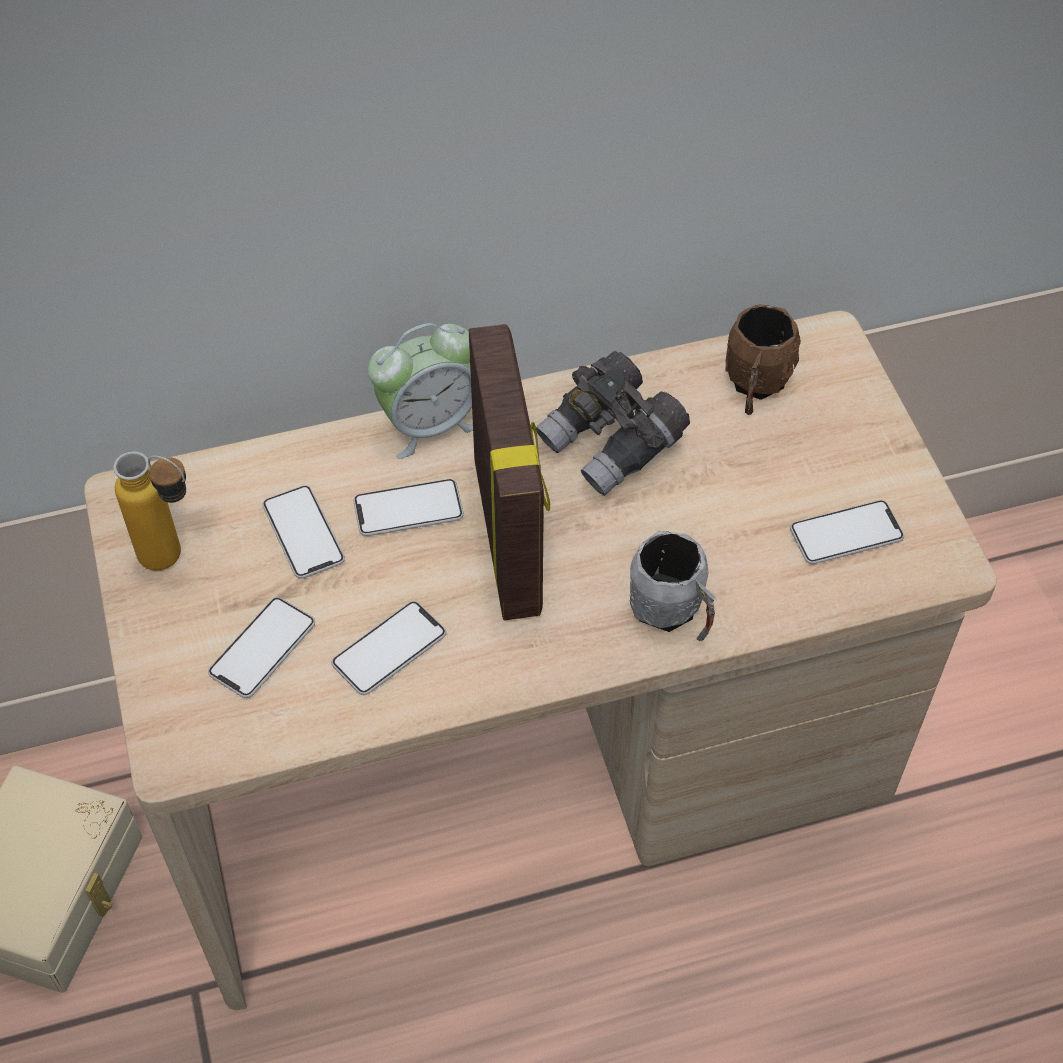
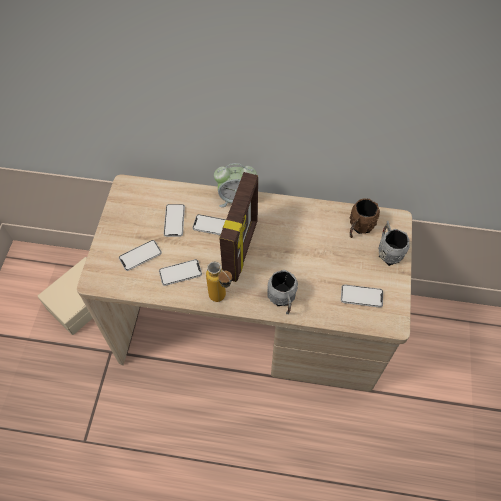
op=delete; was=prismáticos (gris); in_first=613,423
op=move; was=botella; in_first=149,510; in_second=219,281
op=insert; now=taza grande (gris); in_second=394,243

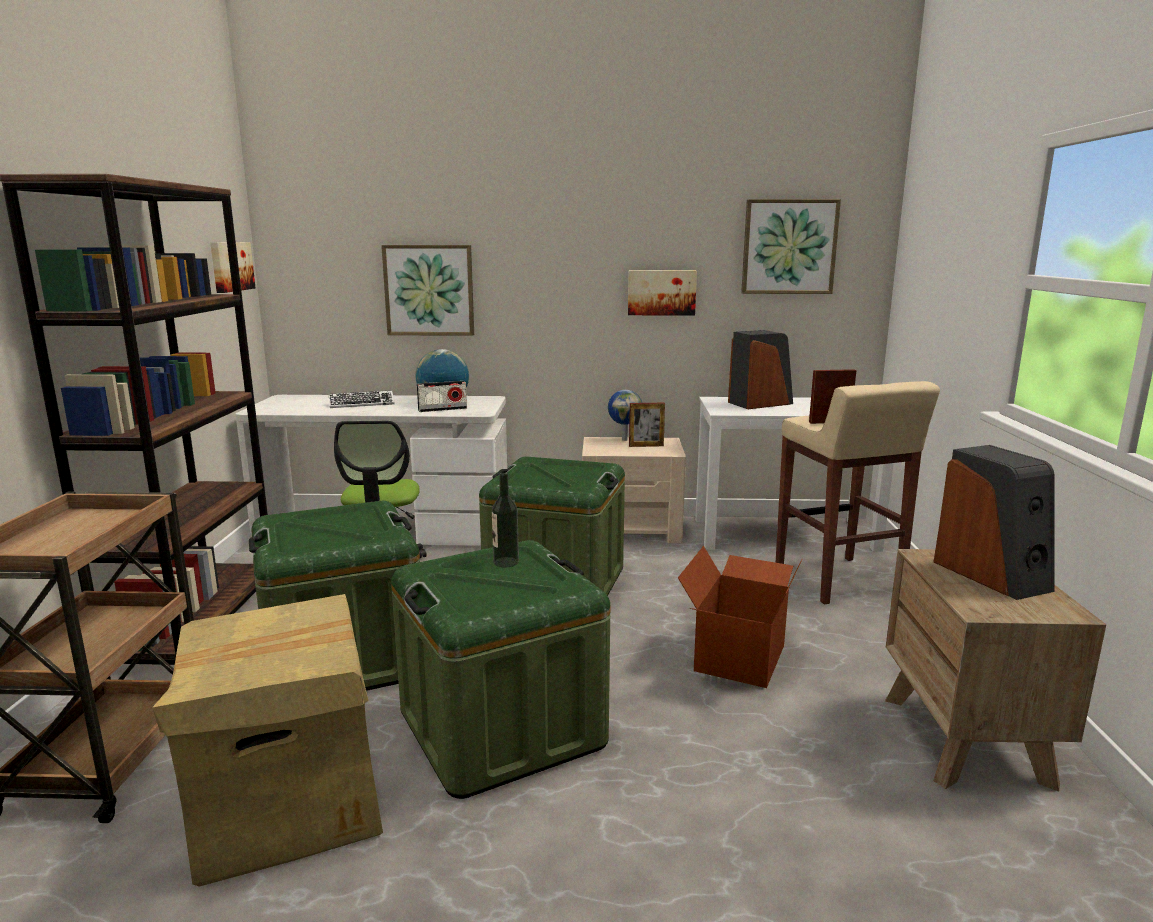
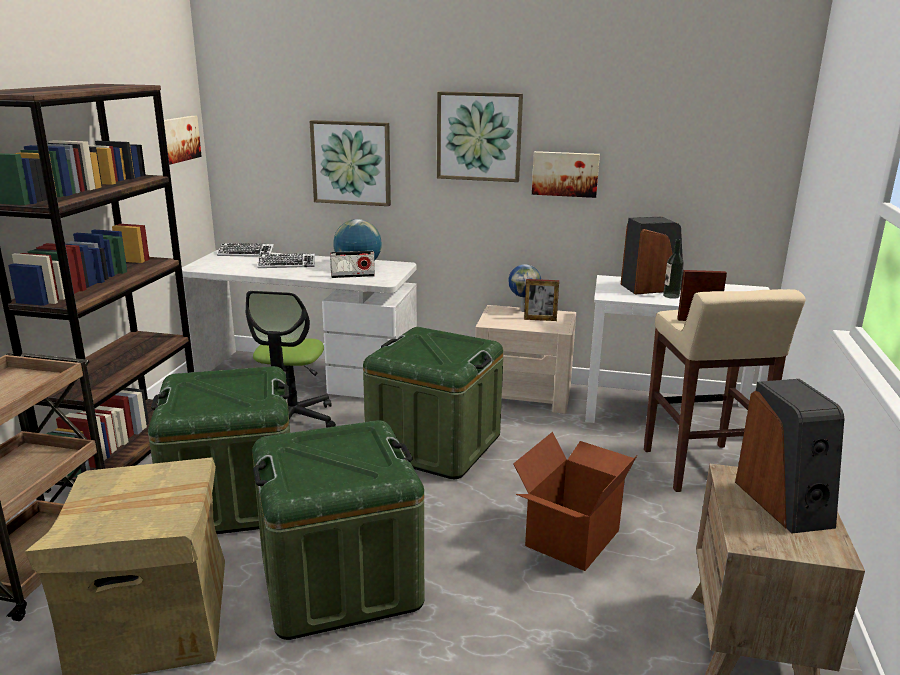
op=move; was=cuadro; in_first=791,246; in_second=480,136
op=move; was=botella; in_first=505,519; in_second=673,269
op=insert; now=teclado; in_second=245,250

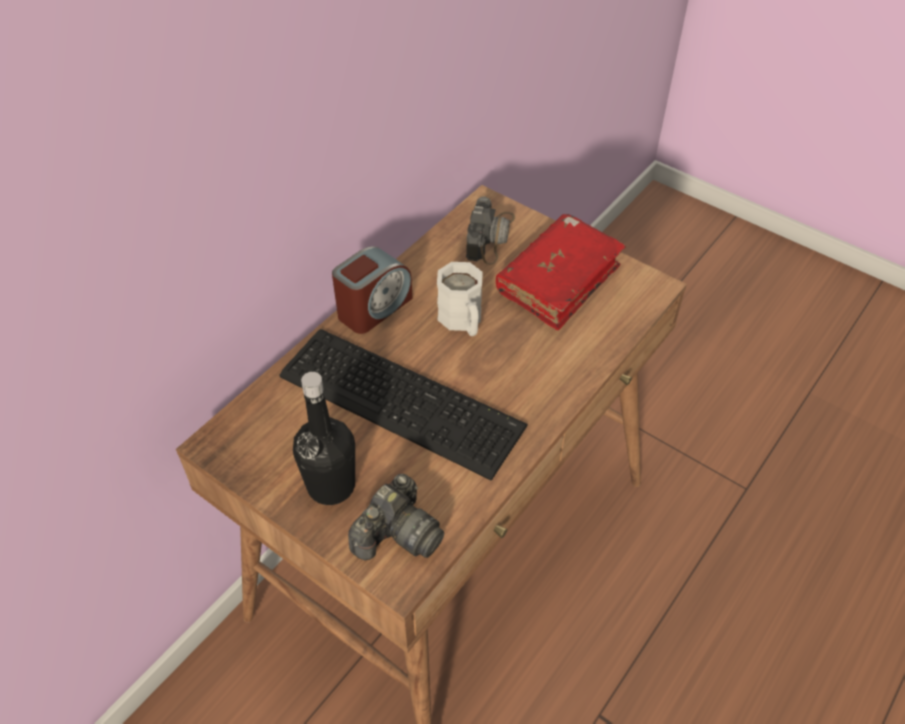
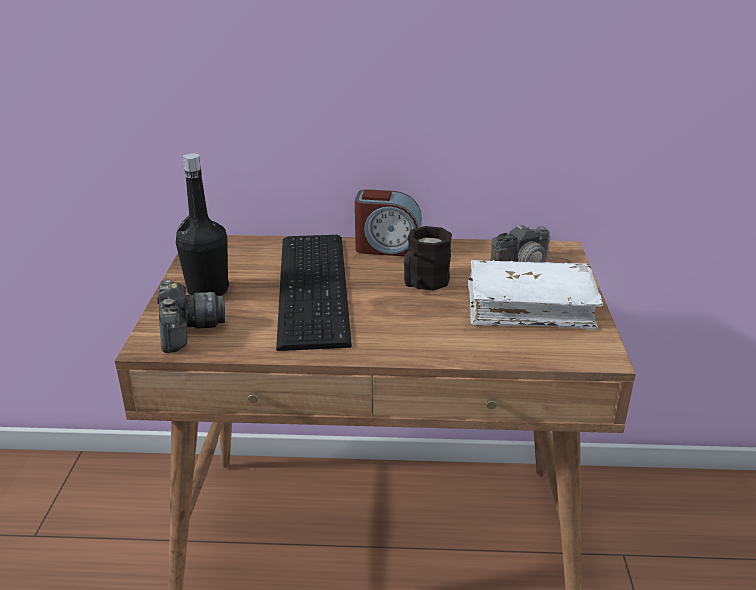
op=recolor; was=libro (rojo); now=libro (blanco); in_first=561,272; in_second=535,295
op=recolor; was=taza grande (blanco); now=taza grande (negro); in_first=460,299; in_second=428,258
op=rotate; was=cámara; in_first=396,517; in_second=191,316; clockwise=-105

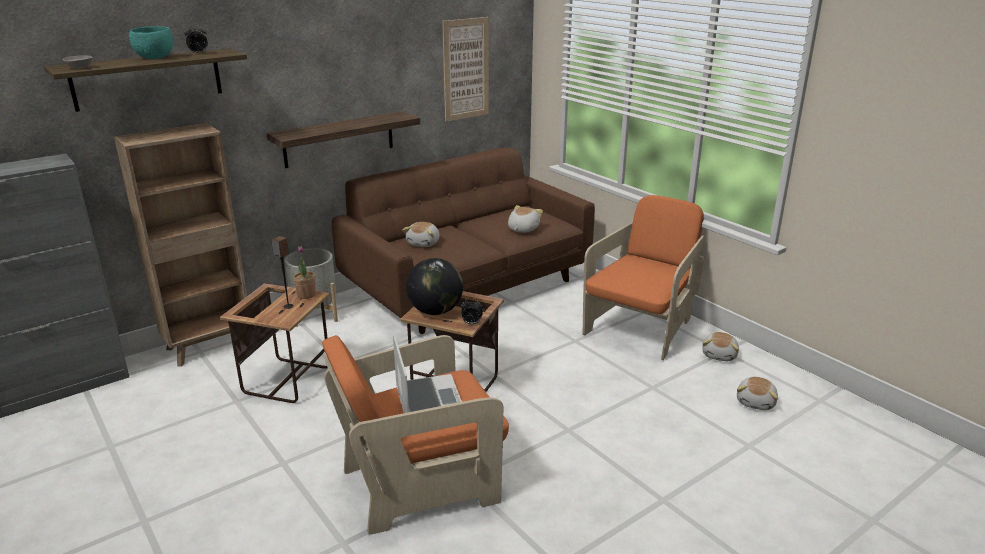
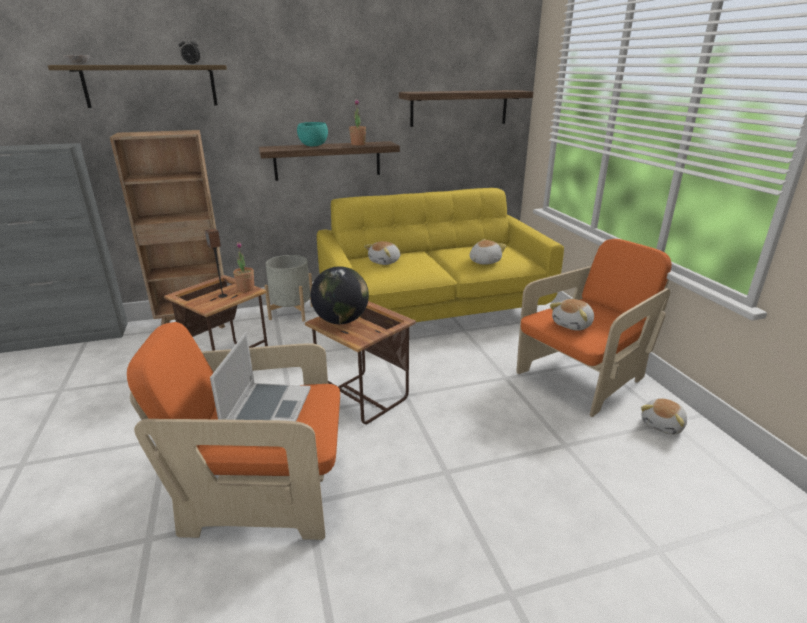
op=replace; was=cuadro; now=estante; in_first=465,69; in_second=466,108
op=move; was=cuenco (turquesa); in_first=151,42; in_second=312,134
op=recolor; was=sofá (marrón); now=sofá (amarillo); in_first=463,240; in_second=440,255
op=delete; was=despertador; in_first=472,311
op=move; was=peluche; in_first=757,393; in_second=572,315
op=insert; now=planta en maceta; in_second=357,122

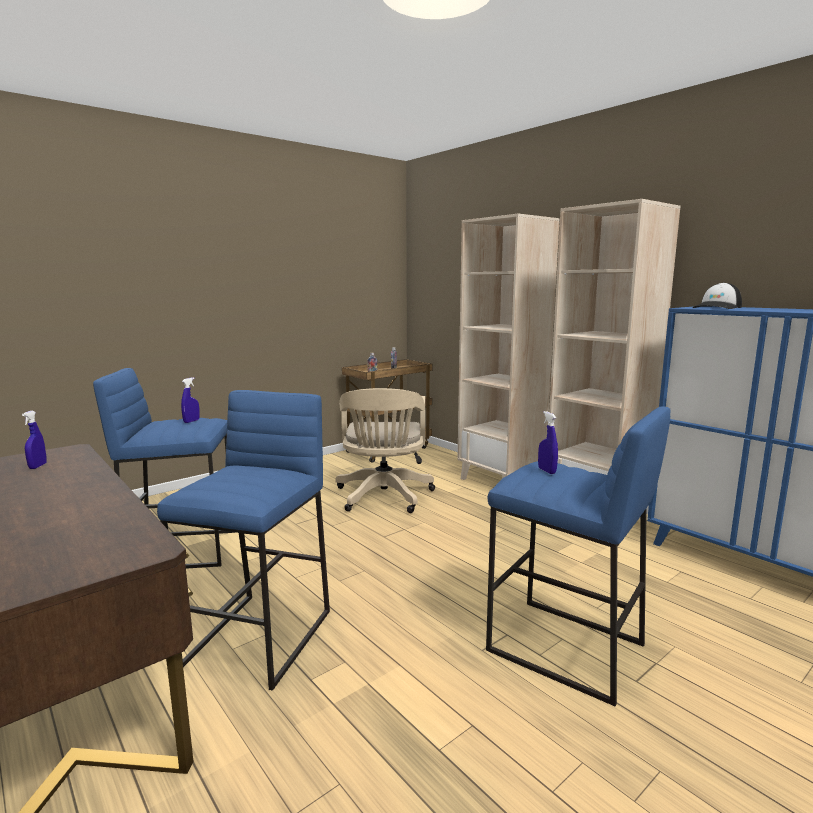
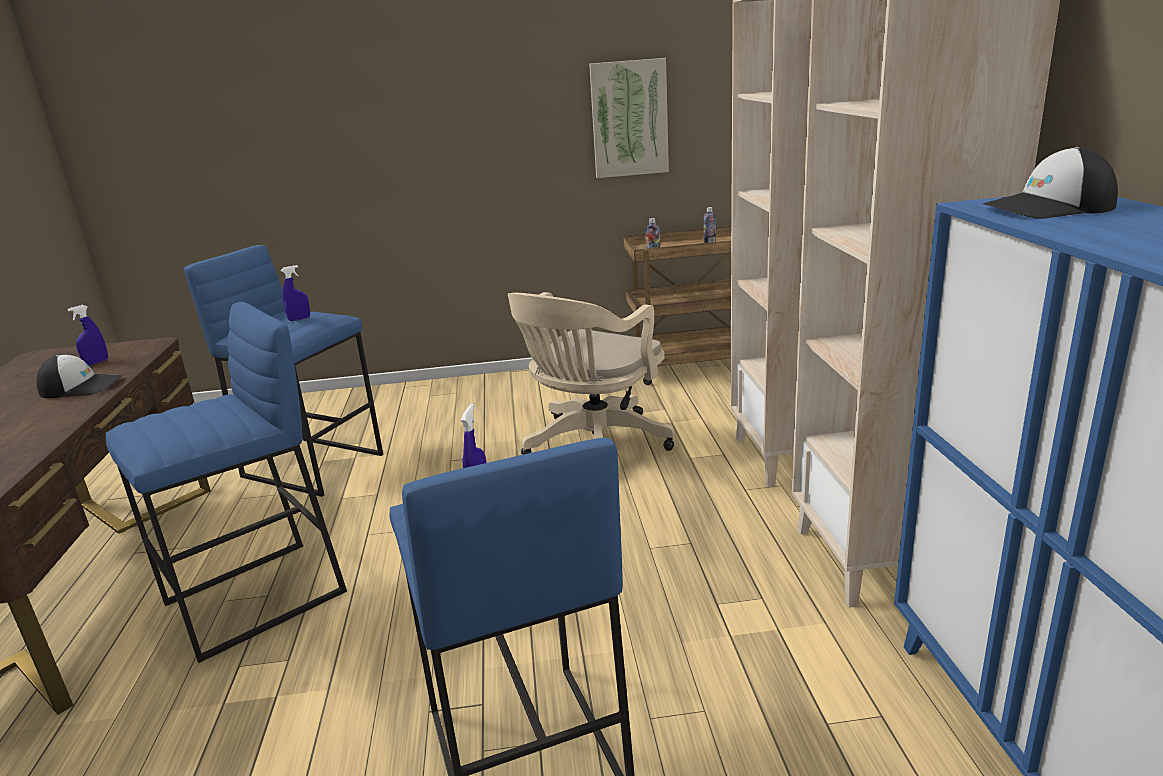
op=insert; now=cuadro; in_second=629,118
op=insert; now=gorra; in_second=79,376

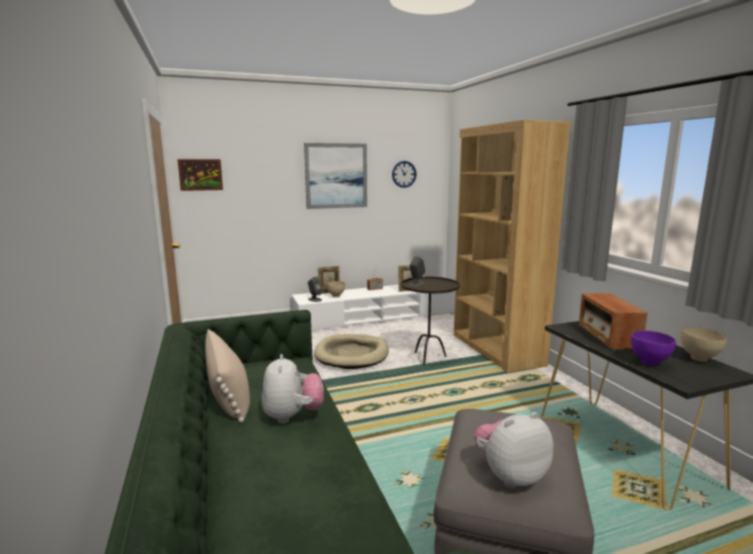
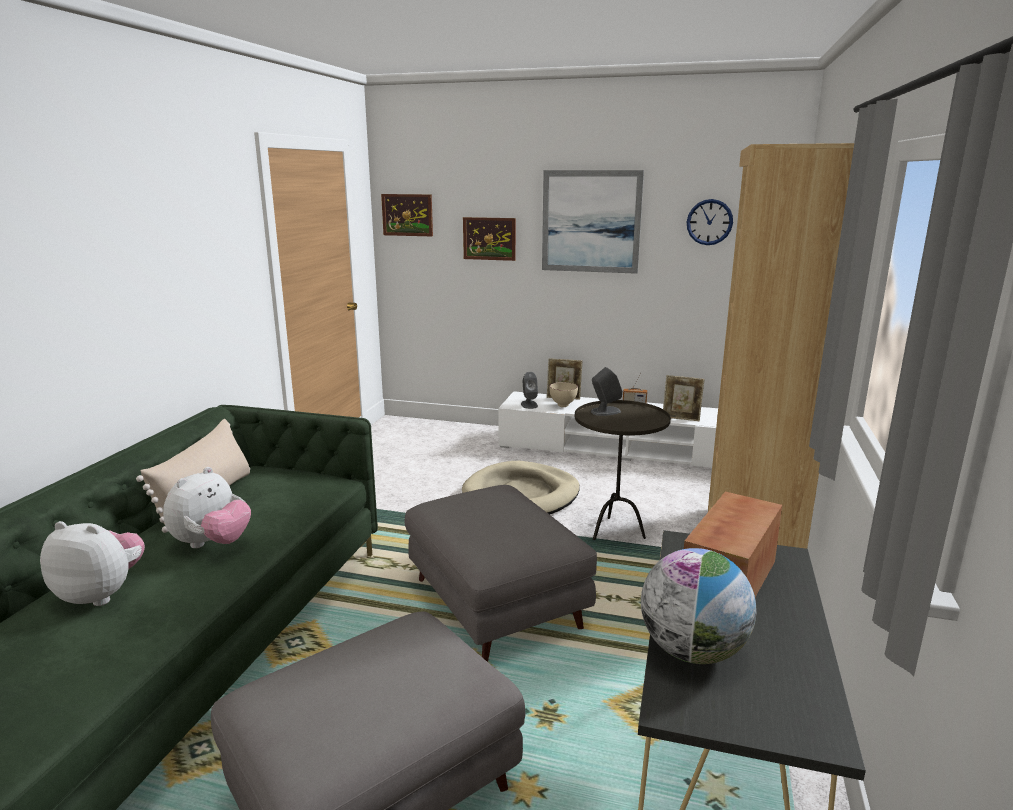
op=delete; was=cuenco (beis); in_first=703,344
op=replace; was=cuenco (morado); now=globo terráqueo; in_first=653,348; in_second=698,606
op=move; was=peluche; in_first=513,450; in_second=92,563
op=insert; now=cuadro; in_second=489,239
op=insert; now=puf (gris); in_second=501,573

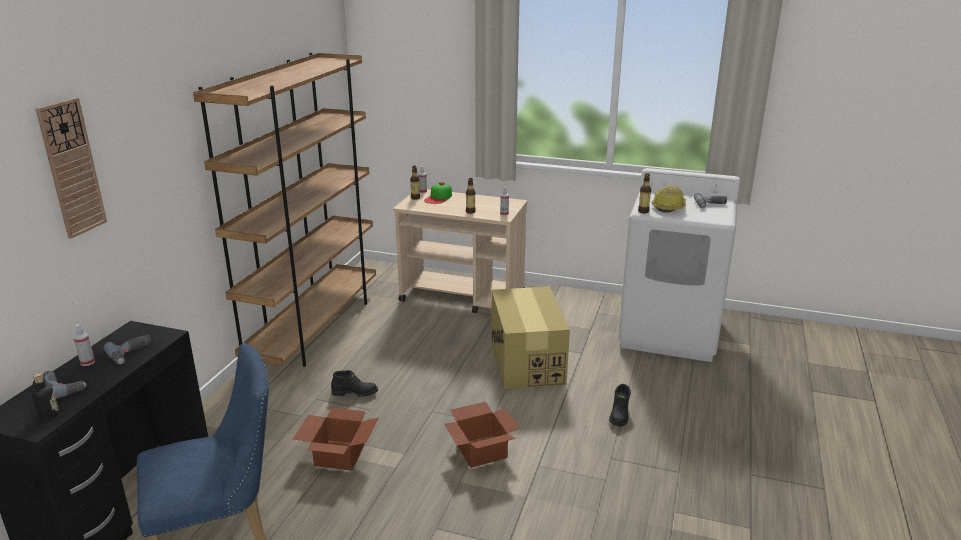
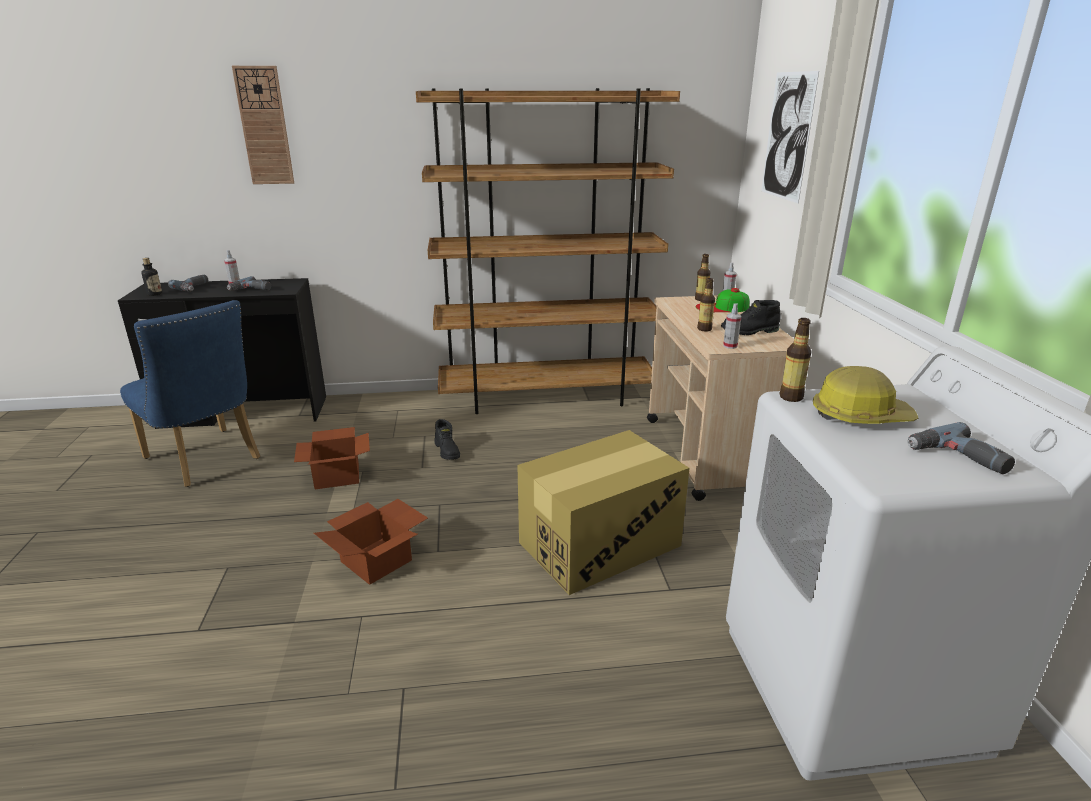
op=move; was=bota (negro); in_first=620,405; in_second=751,317
op=insert; now=cuadro; in_second=790,137

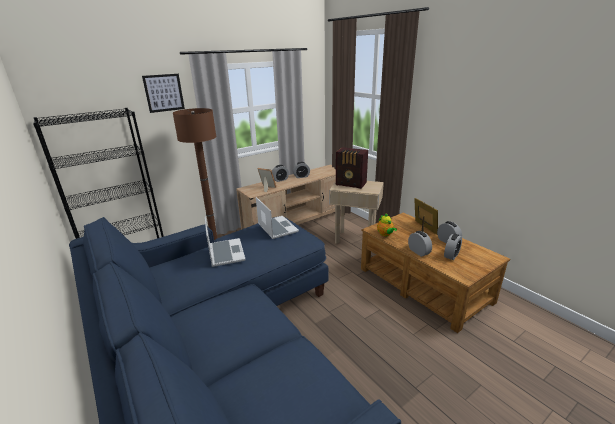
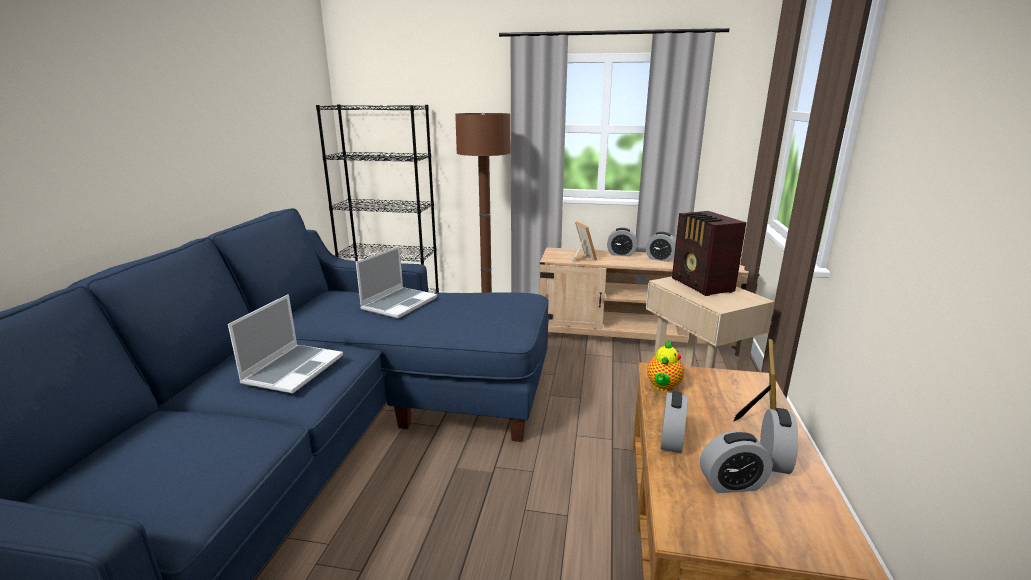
op=delete; was=cuadro; in_first=163,93
op=move; was=portátil; in_first=277,218; in_second=285,344

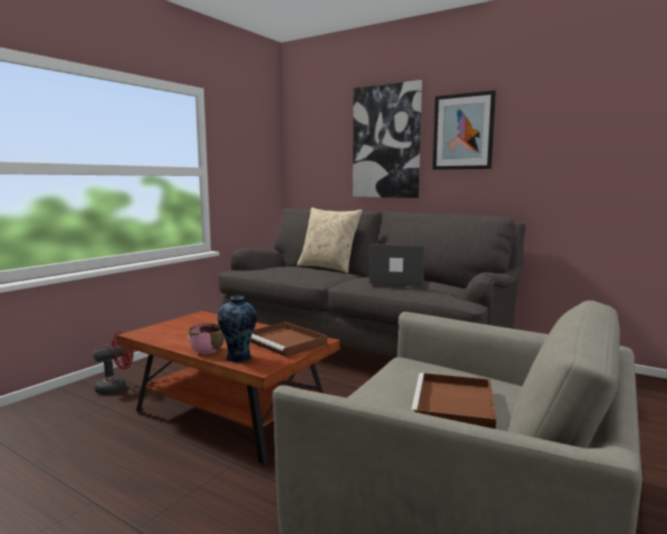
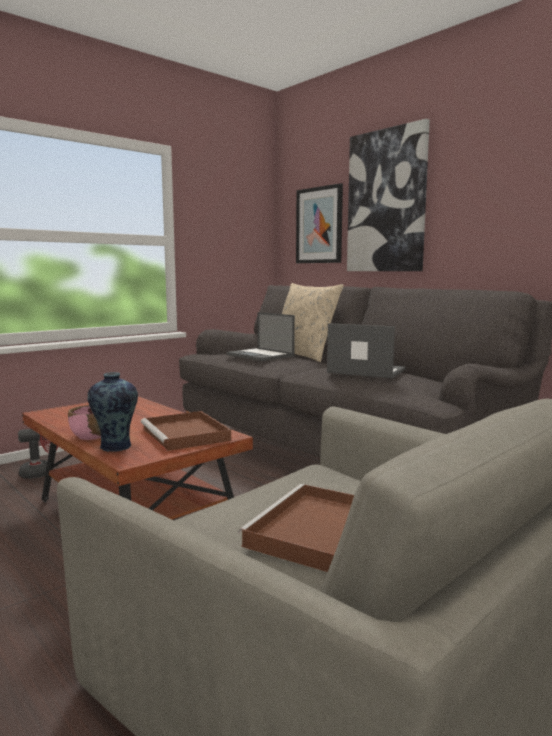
op=move; was=cuadro; in_first=464,130; in_second=319,223
op=insert; now=portátil; in_second=260,336

